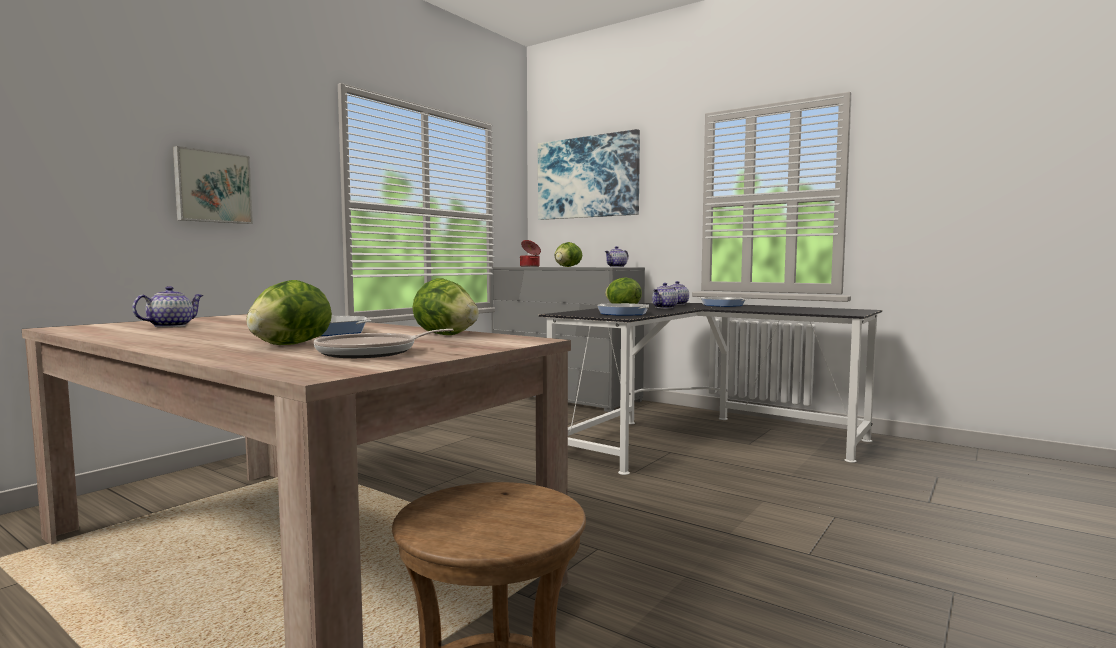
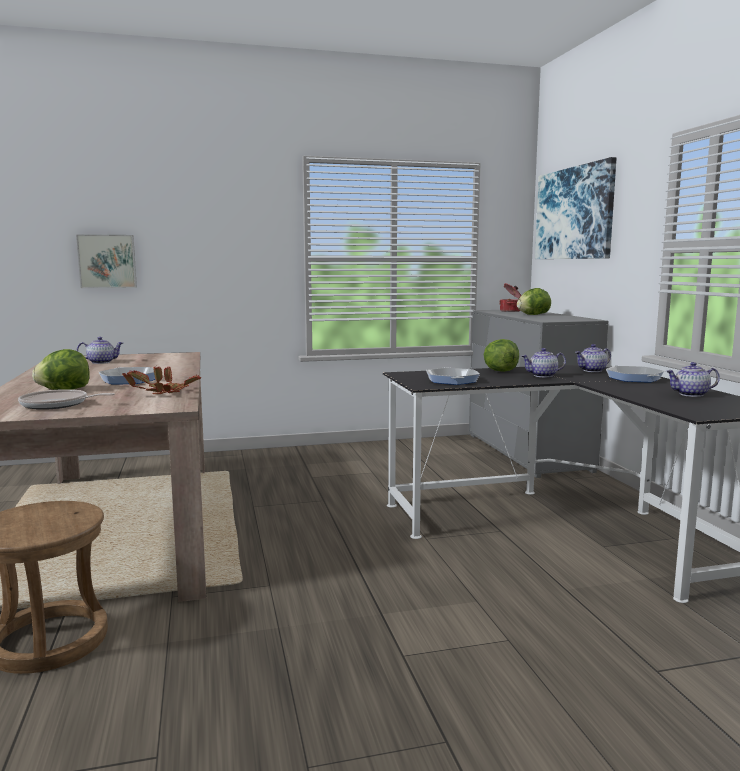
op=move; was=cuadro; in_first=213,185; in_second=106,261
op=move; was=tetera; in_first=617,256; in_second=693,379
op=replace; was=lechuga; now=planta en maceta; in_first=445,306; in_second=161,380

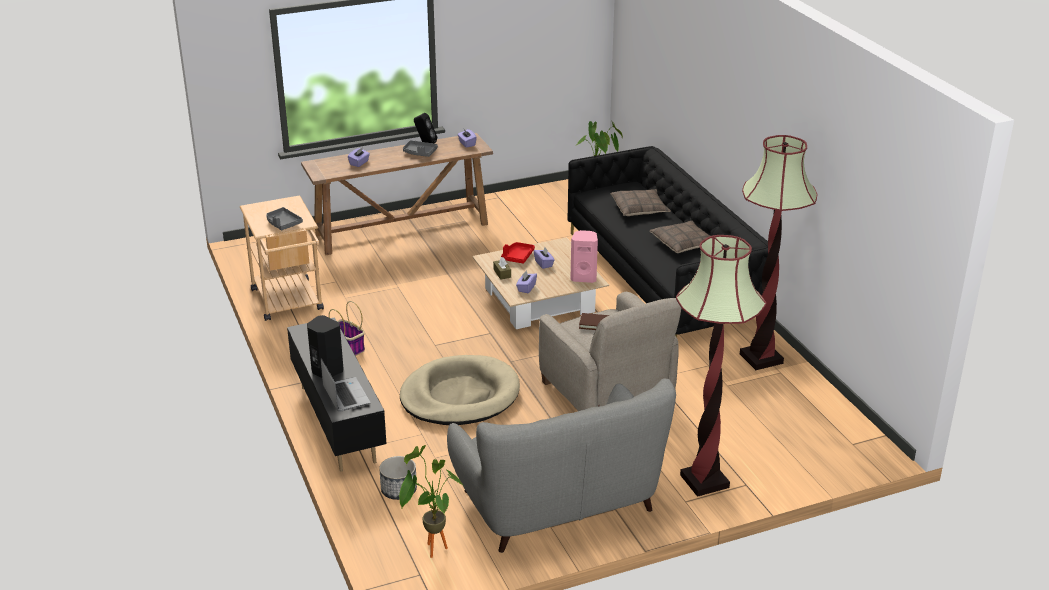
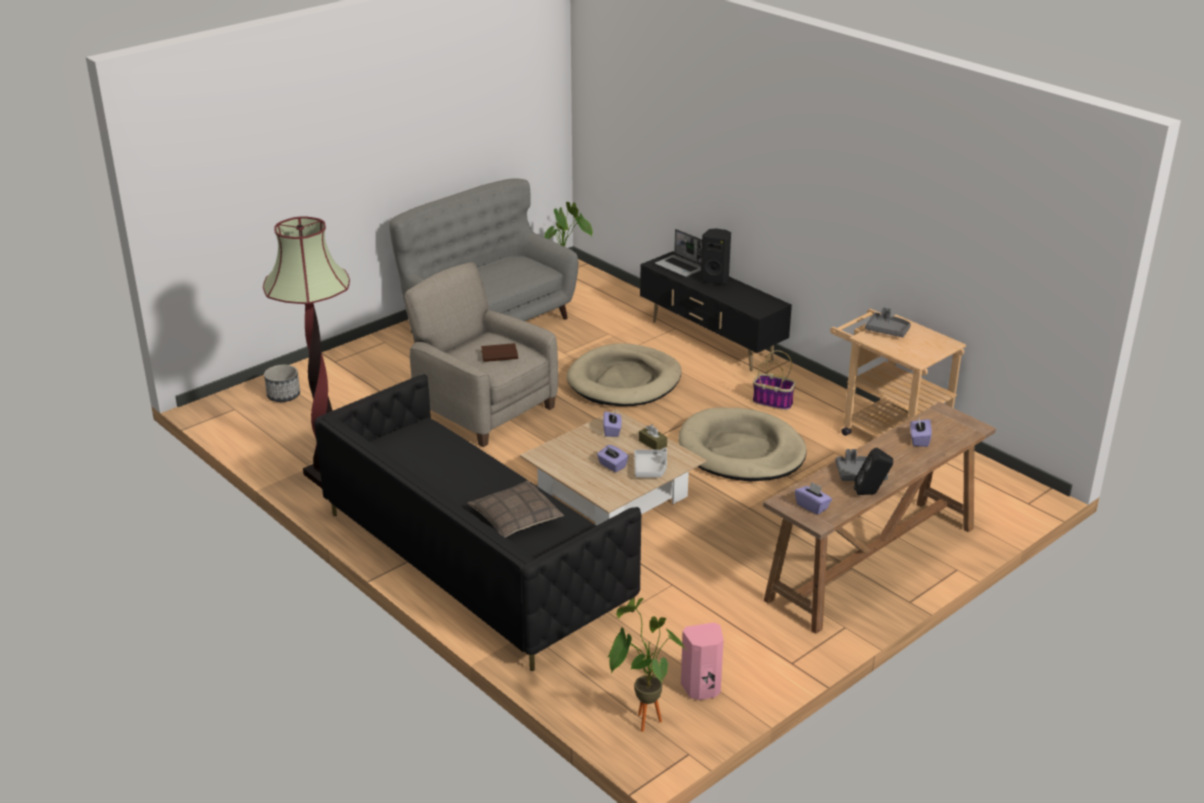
op=delete; was=cojín; in_first=680,237
op=move; was=altavoz (rosa); in_first=584,256; in_second=702,661
op=delete; was=lámpara de pie; in_first=721,366
op=recolor; was=bandeja (rojo); now=bandeja (gris); in_first=518,252; in_second=650,462
op=move; was=maceta; in_first=398,478; in_second=282,383
op=insert; now=cama para perro (beis); in_second=742,444

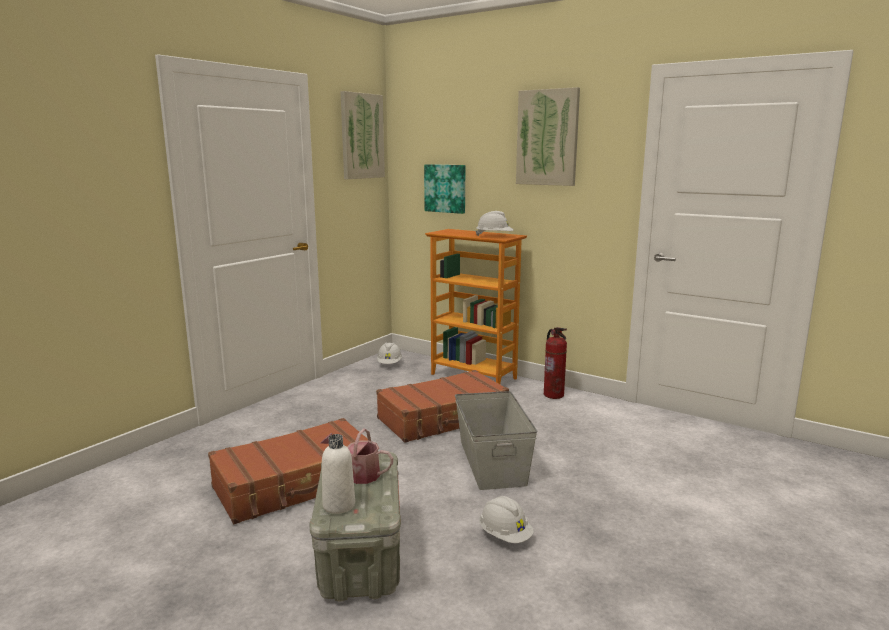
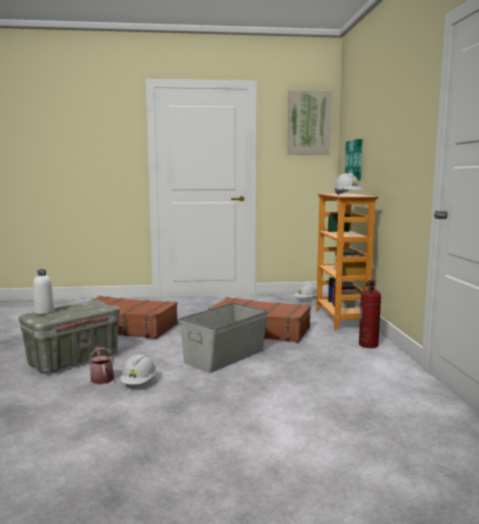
op=delete; was=cuadro; in_first=548,136
op=move; was=regadera; in_first=356,456; in_second=101,365

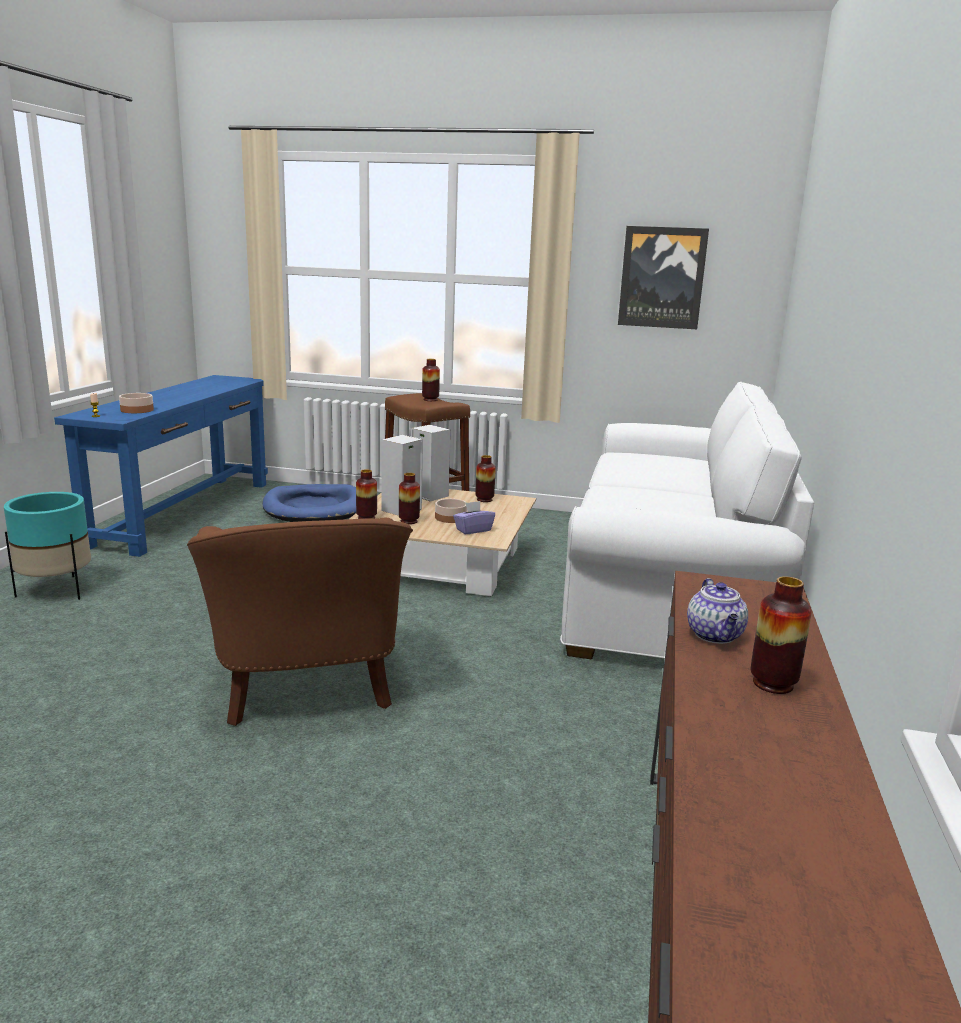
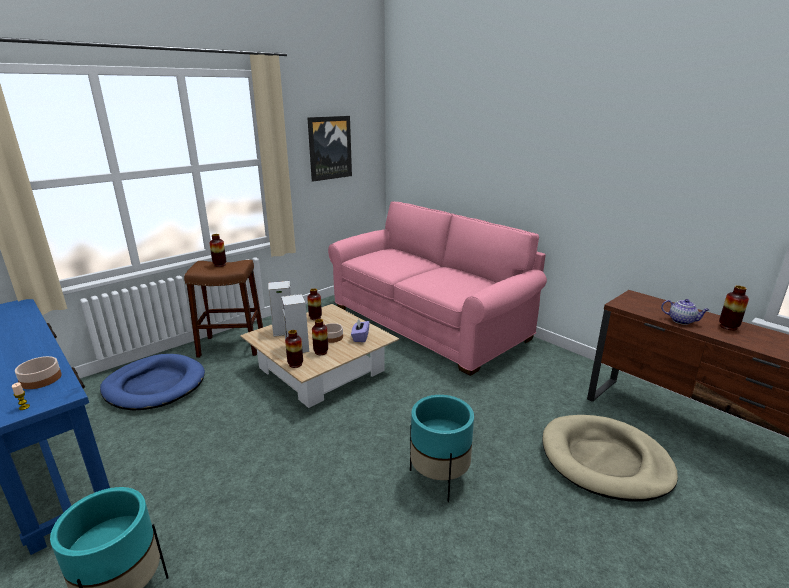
op=recolor; was=sofá (blanco); now=sofá (rosa); in_first=687,520; in_second=437,288
op=replace; was=sillón (marrón); now=maceta (turquesa); in_first=300,621; in_second=442,448
op=insert; now=cama para perro (beis); in_second=610,458

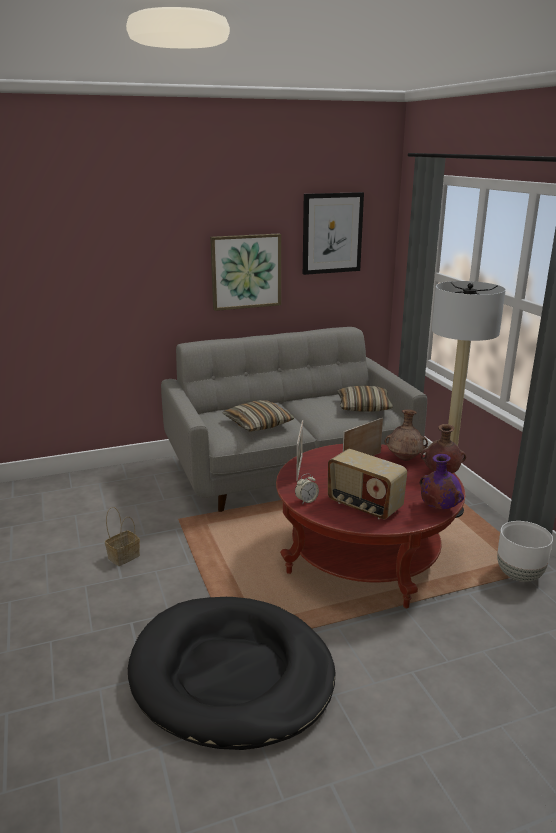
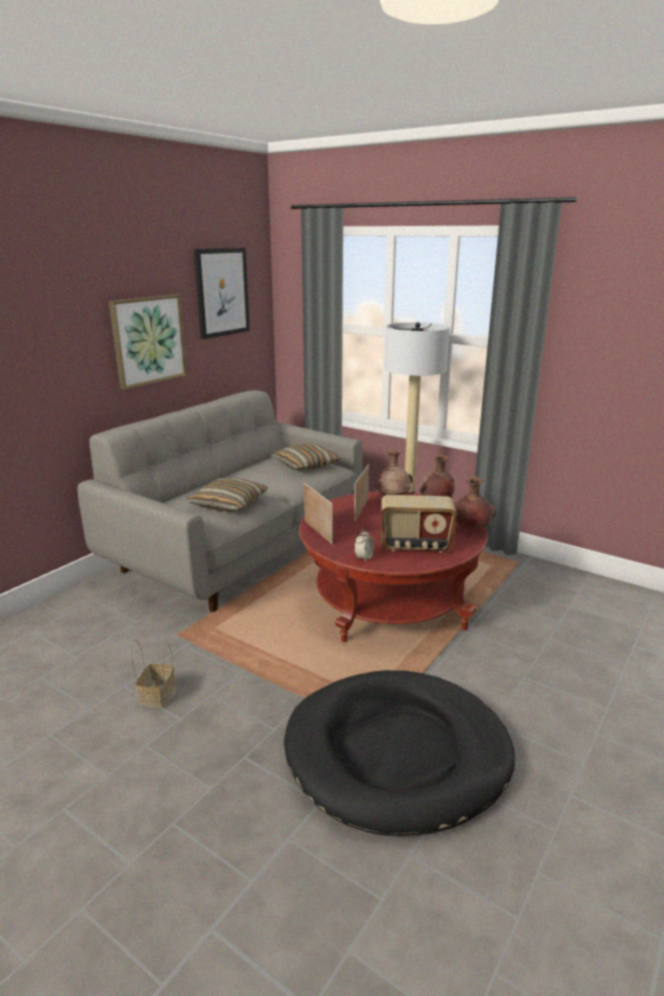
op=recolor; was=florero (morado); now=florero (marrón); in_first=442,481; in_second=475,503
op=delete; was=maceta (blanco); in_first=525,551

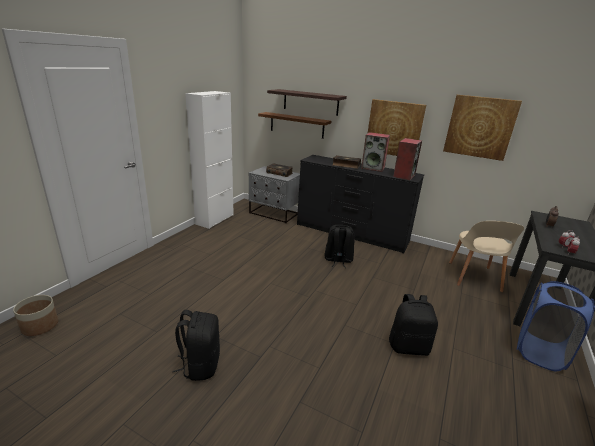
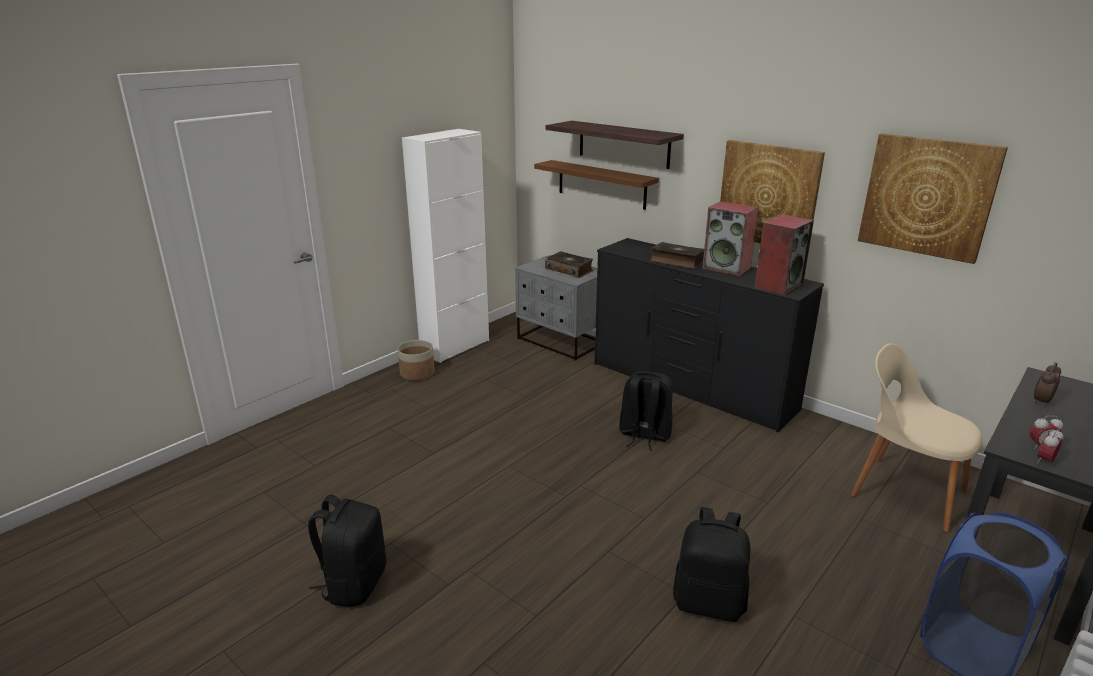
op=rotate; was=silla (beis); in_first=486,257; in_second=917,437; clockwise=105
op=move; was=maceta; in_first=35,315; in_second=416,360

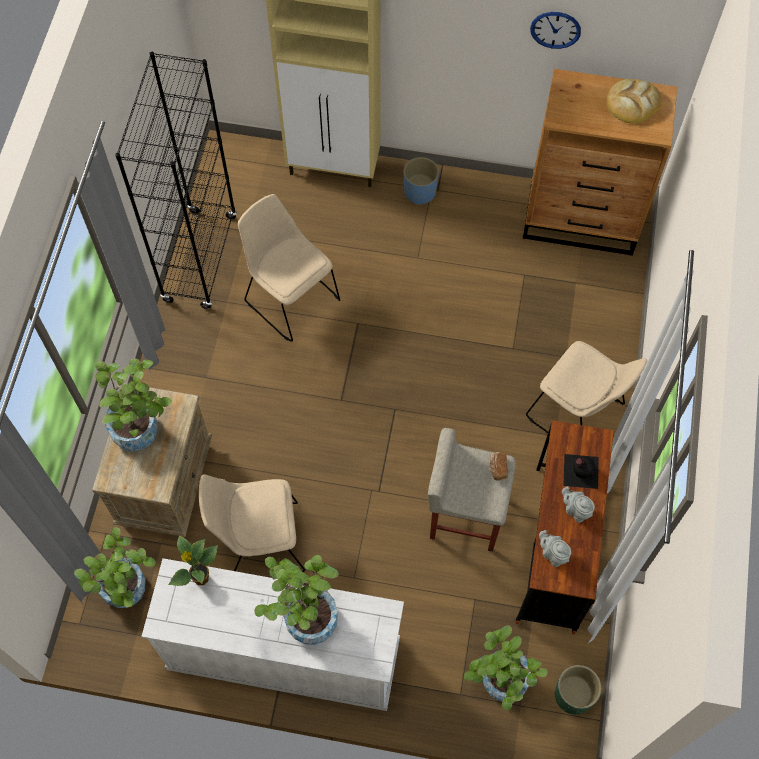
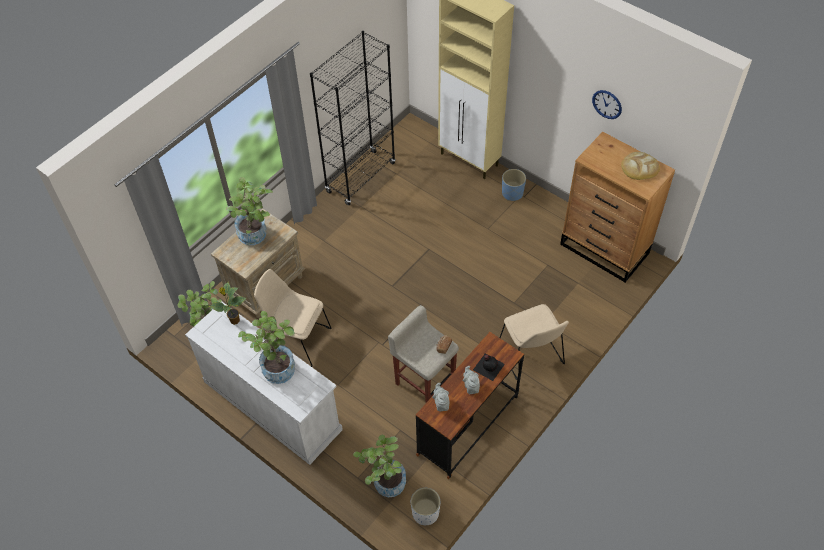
op=delete; was=silla (beis); in_first=289,267
op=recolor; was=maceta (verde); now=maceta (blanco); in_first=578,690; in_second=425,506

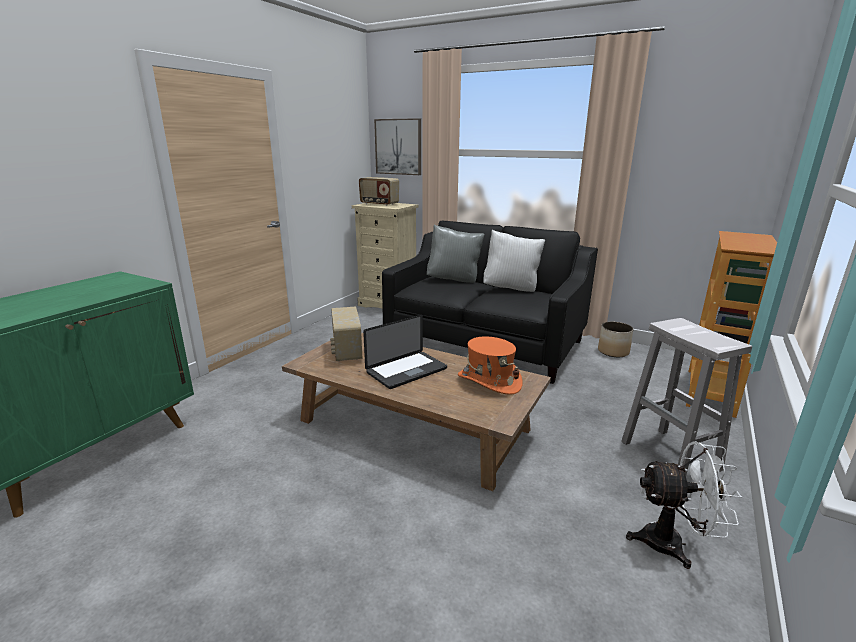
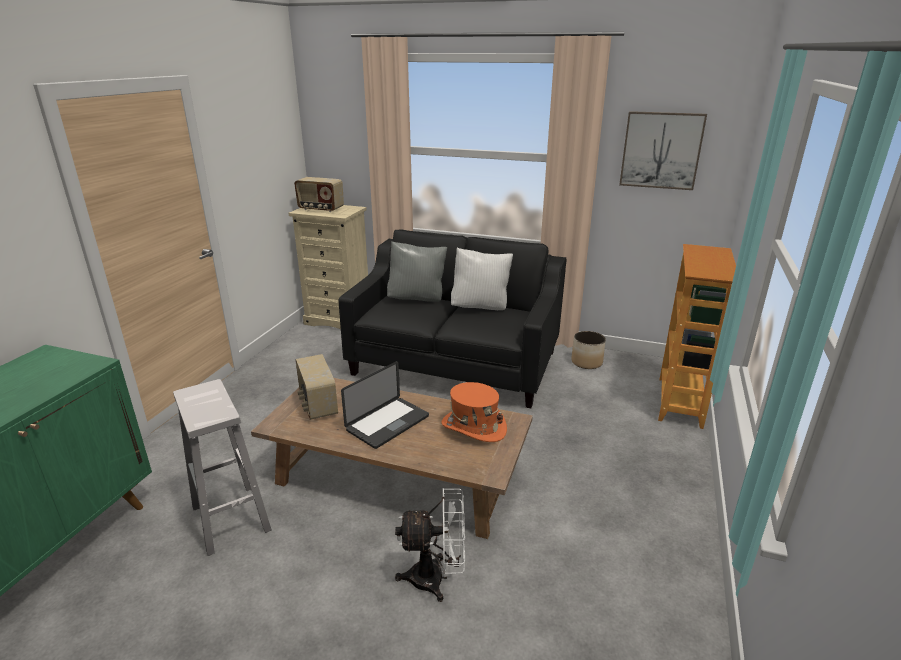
op=move; was=cuadro; in_first=397,146; in_second=663,150
op=move; was=taburete (blanco); in_first=686,396; in_second=222,467
op=move; was=ventilador (blanco); in_first=684,505; in_second=430,545

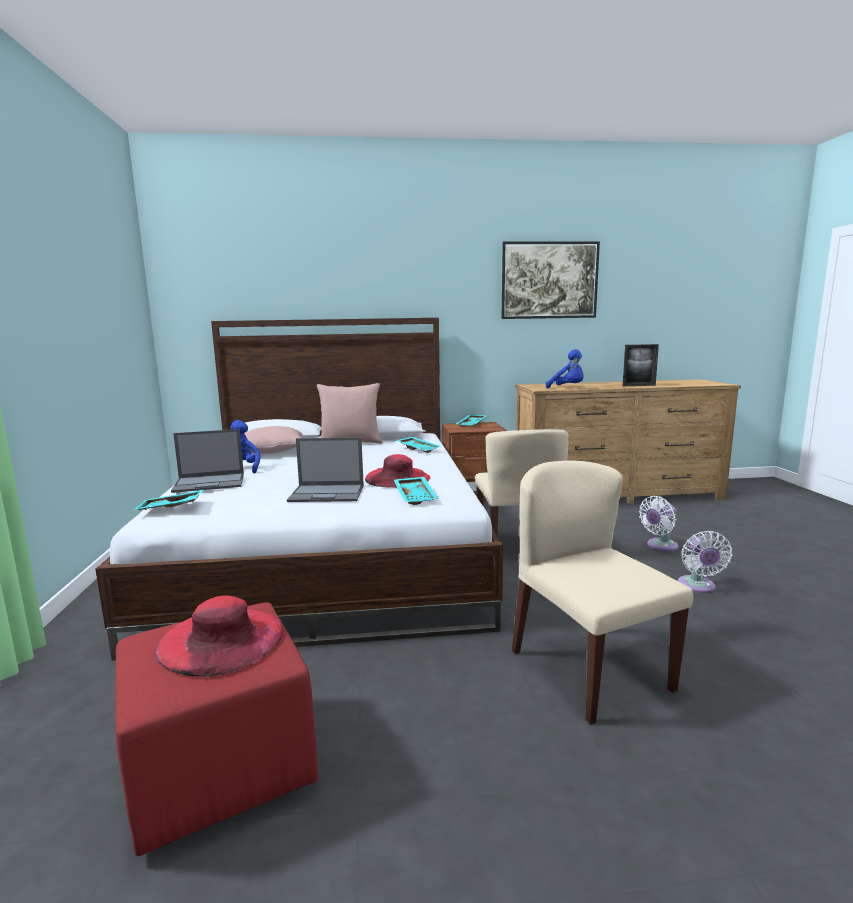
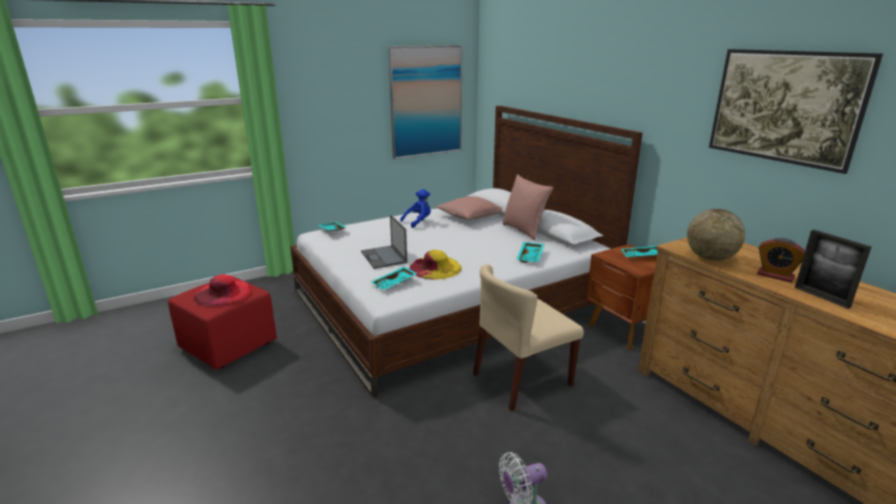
op=replace; was=peluche (azul); now=globo terráqueo; in_first=565,369; in_second=716,235
op=delete; was=portátil; in_first=207,461
op=recolor; was=sombrero (rojo); now=sombrero (amarillo); in_first=397,471; in_second=436,265
op=delete; was=silla (beis); in_first=603,592
op=delete; was=ventilador (blanco); in_first=658,523
op=insert; now=cuadro; in_second=425,102
op=insert; now=despertador; in_second=781,260

